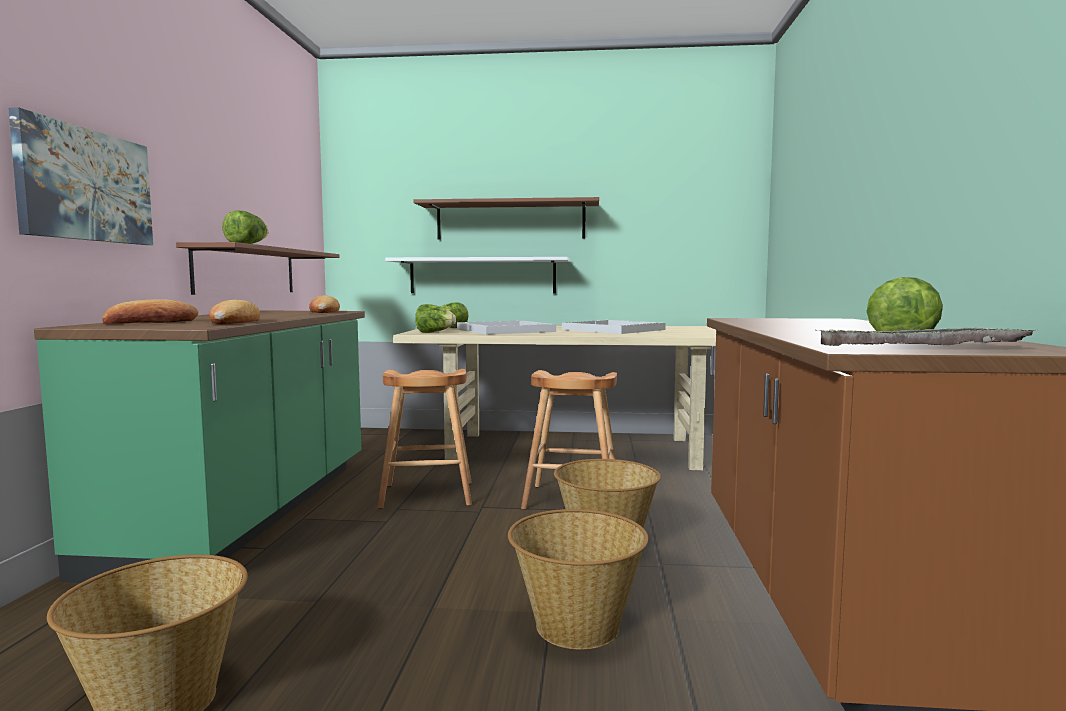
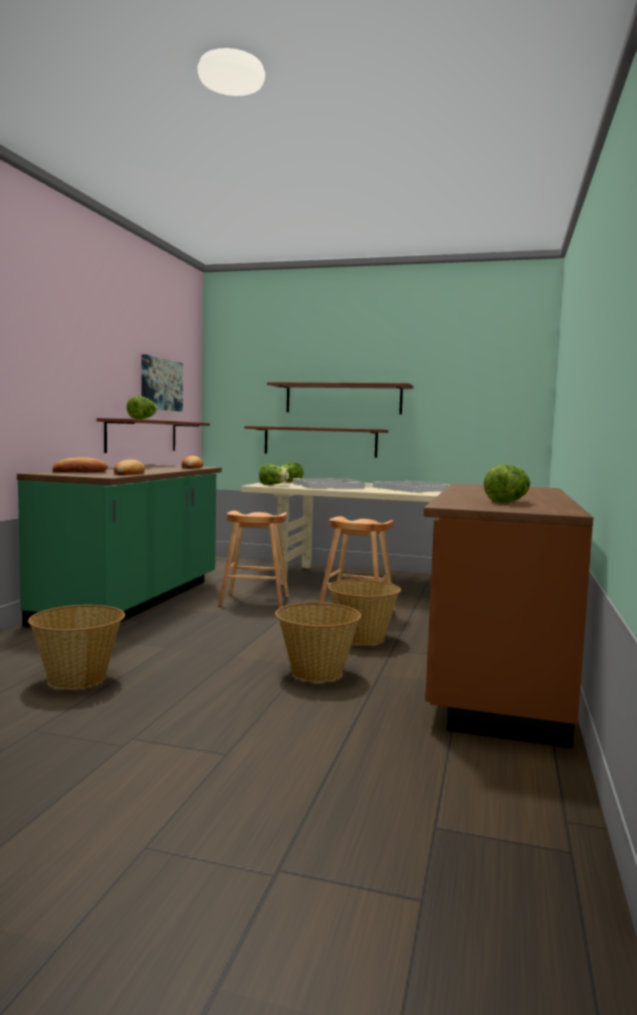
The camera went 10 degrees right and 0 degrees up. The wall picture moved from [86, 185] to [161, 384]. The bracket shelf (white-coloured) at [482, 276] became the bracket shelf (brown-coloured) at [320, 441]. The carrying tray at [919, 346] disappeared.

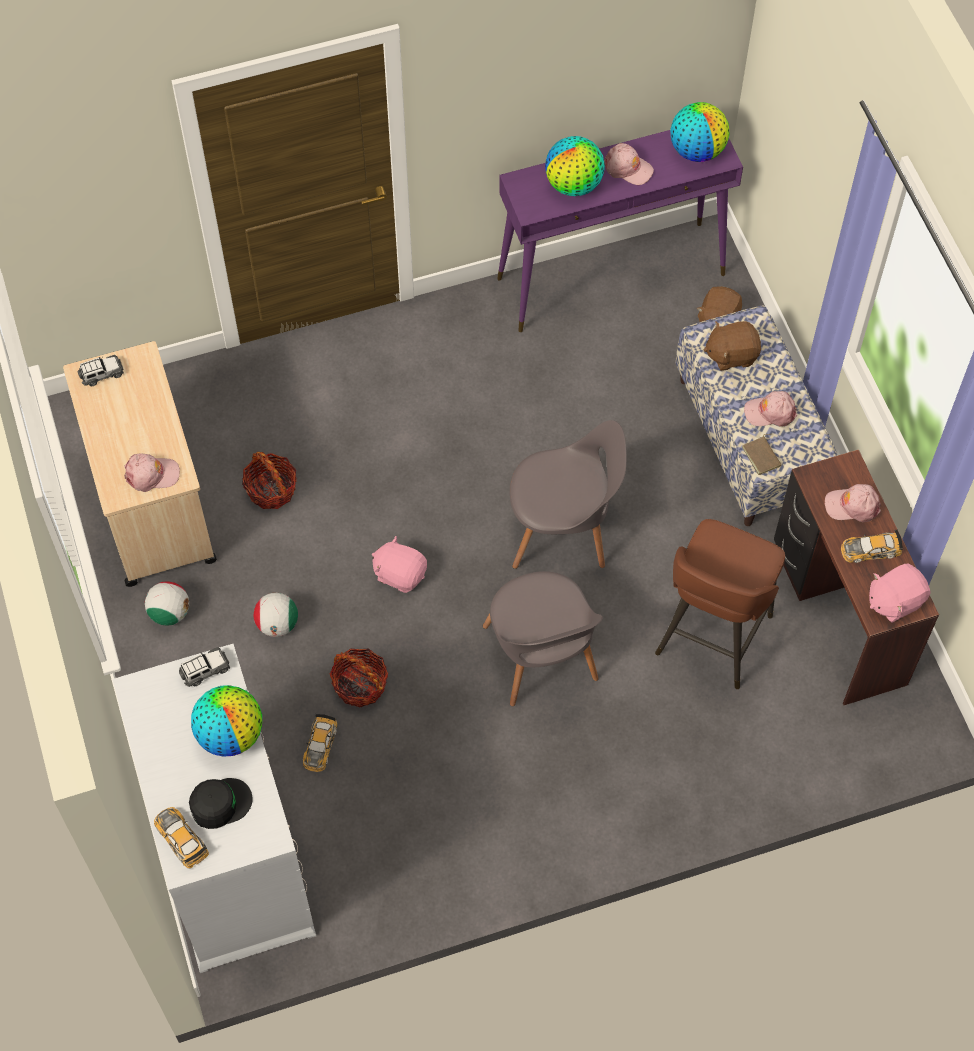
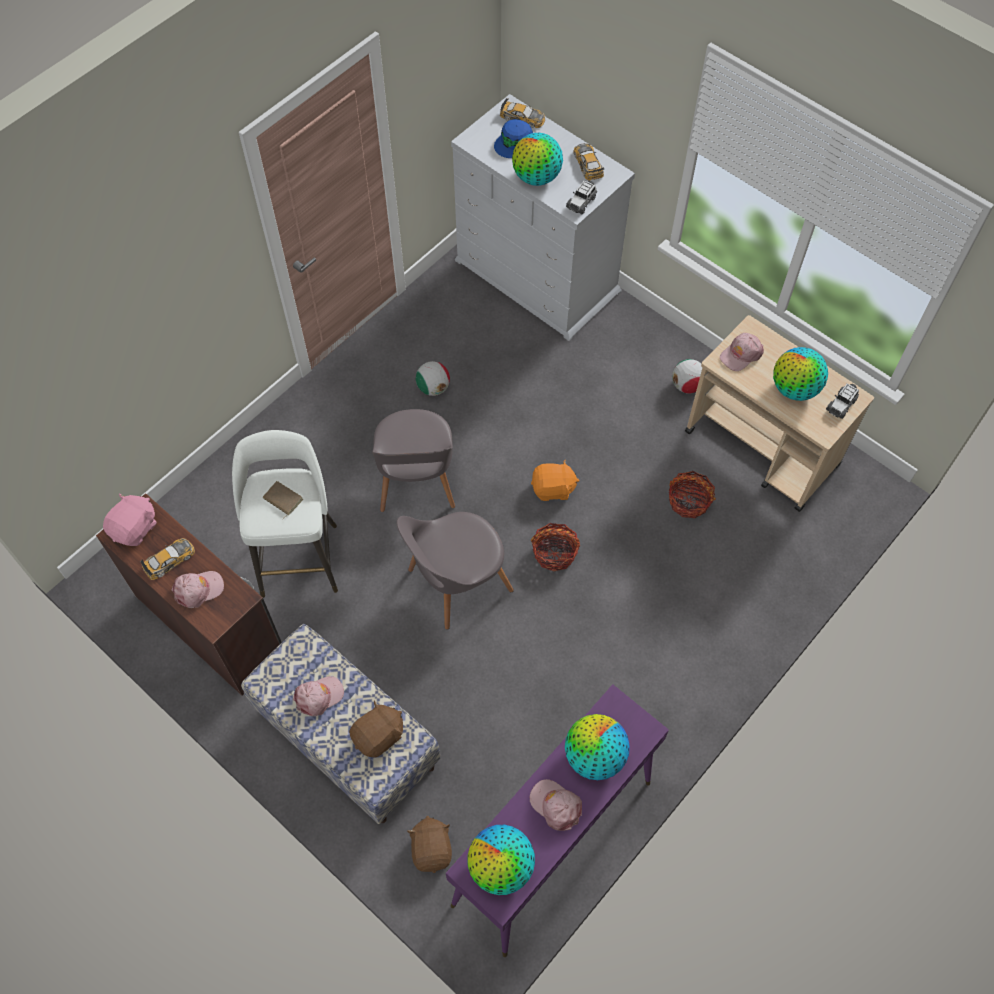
The camera went 150 degrees right and 0 degrees up. The stool (brown-coloured) at [712, 638] became the stool (white-coloured) at [299, 557]. The bound book (brown-coloured) moved from [762, 456] to [282, 500]. The plain chair (grey) at [541, 658] turned 135 degrees counterclockwise. The ball for football moved from [277, 624] to [433, 388]. The cap (blackish) at [220, 803] became the cap (blue) at [514, 142]. The cap (pinkish) at [627, 168] turned 45 degrees clockwise. The soft toy (pinkish) at [400, 573] became the soft toy (orange) at [553, 489]. The household basket moved from [360, 684] to [554, 553]. The model car moved from [320, 745] to [588, 164]. The desk globe at [794, 389] appeared.

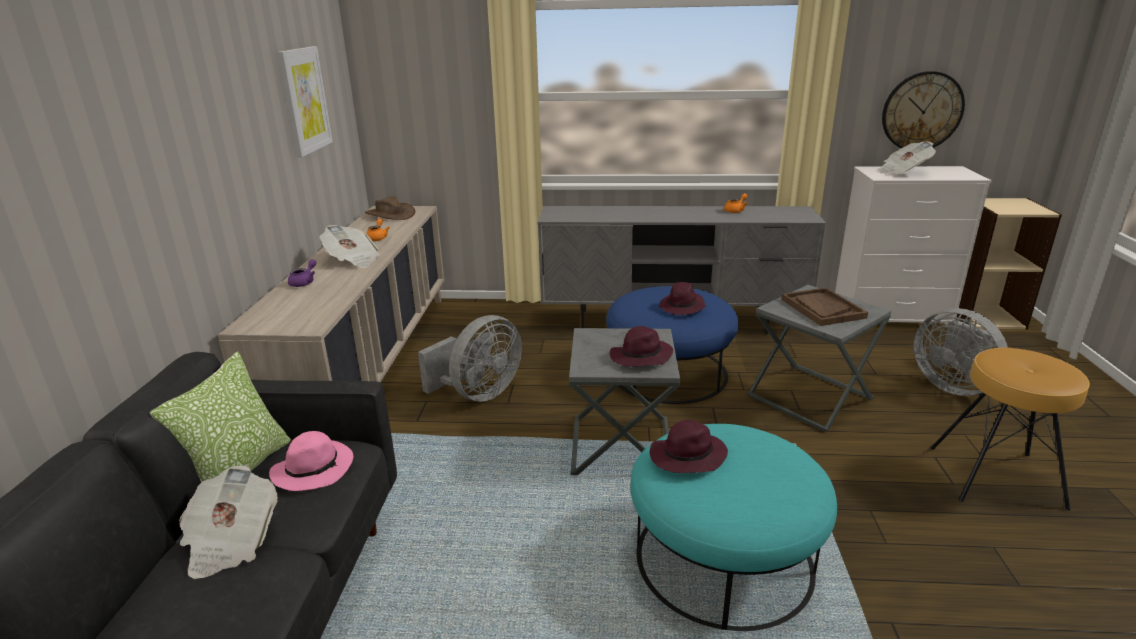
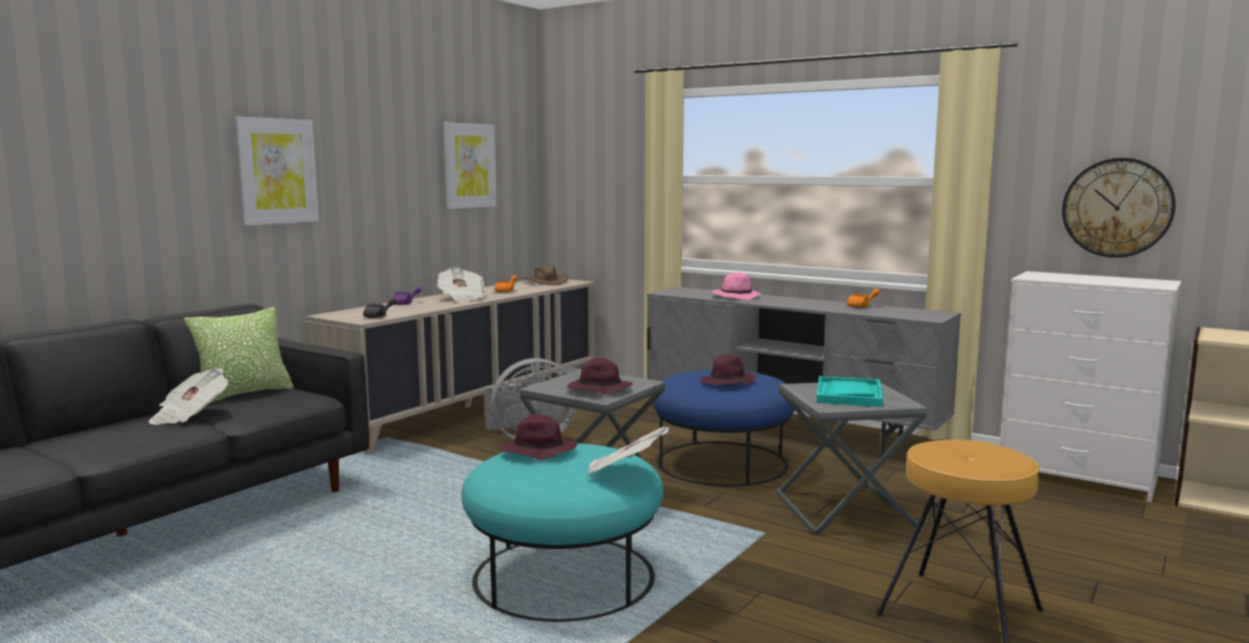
The camera went 30 degrees right and 15 degrees down. The wall picture at [276, 171] appeared. The pot for tea (grey) at [379, 316] appeared. The daily paper moved from [902, 172] to [625, 472]. The wearable hat (pinkish) moved from [314, 469] to [737, 296]. The carrying tray (brown-coloured) at [822, 308] became the carrying tray (turquoise-coloured) at [848, 394]. The fan (grey) at [952, 385] disappeared.

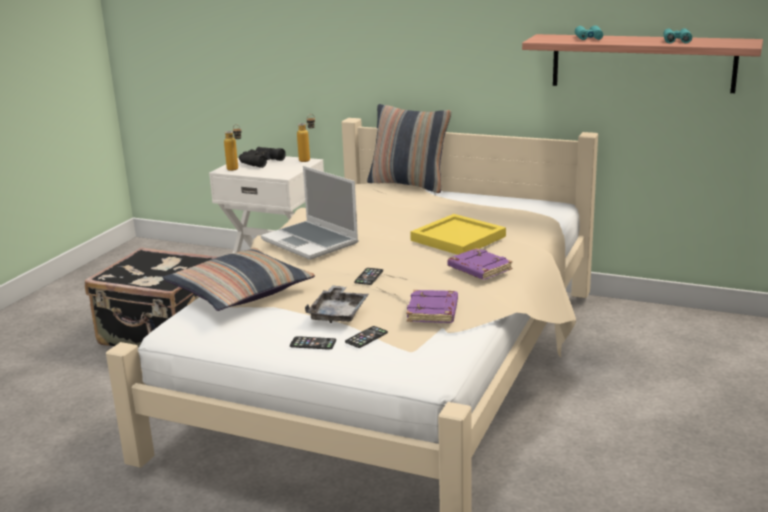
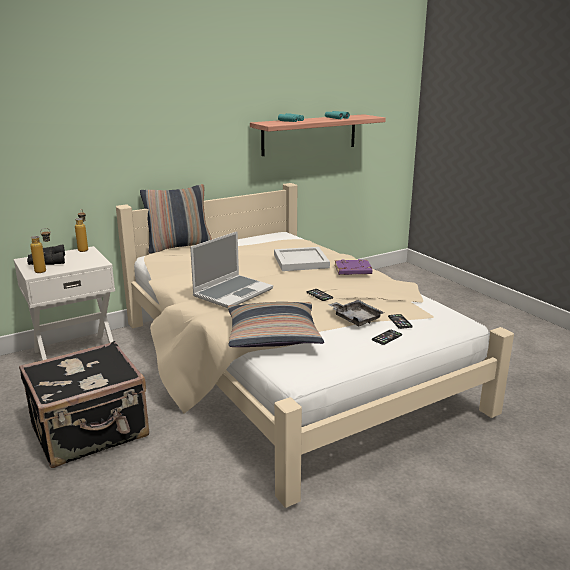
The camera went 55 degrees left and 0 degrees up. The notebook computer at [311, 242] turned 45 degrees counterclockwise. The carrying tray (yellow-coloured) at [458, 239] became the carrying tray (white-coloured) at [302, 261]. The bound book (purple-coloured) at [433, 312] disappeared.

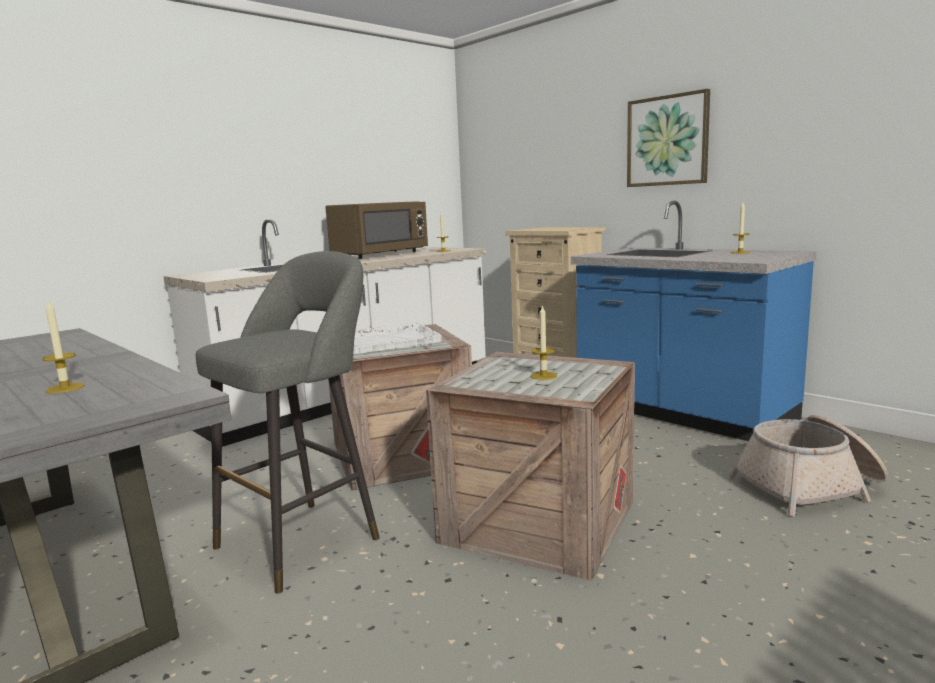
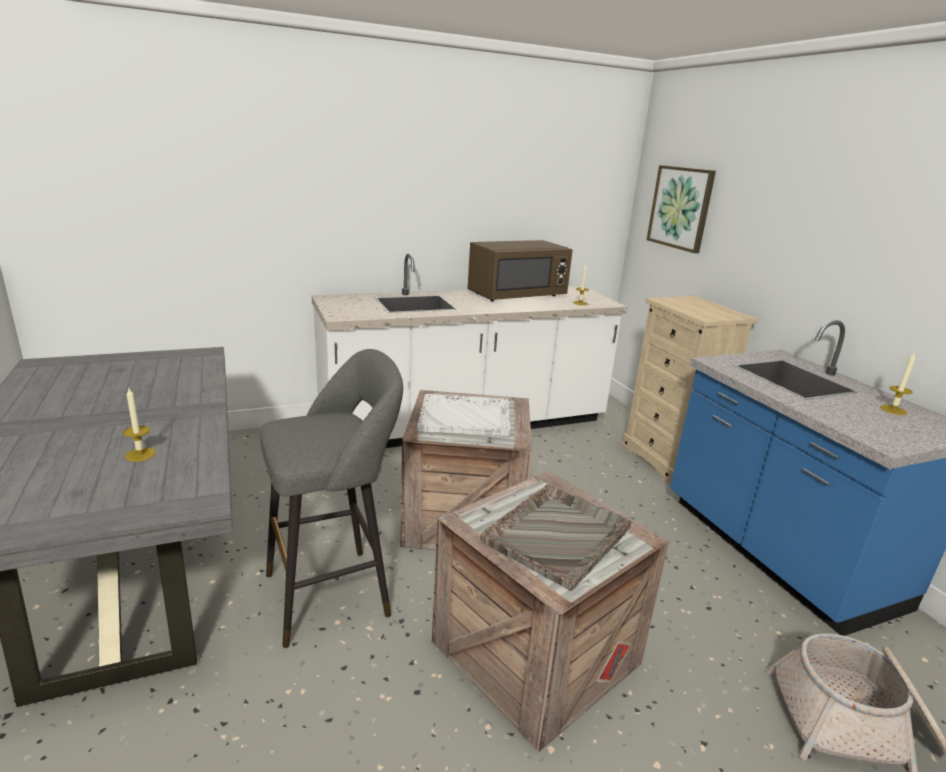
The camera went 20 degrees right and 10 degrees up. The wax light at [543, 376] was replaced by the carrying tray (grey) at [558, 534]. The wall picture moved from [667, 141] to [681, 208].

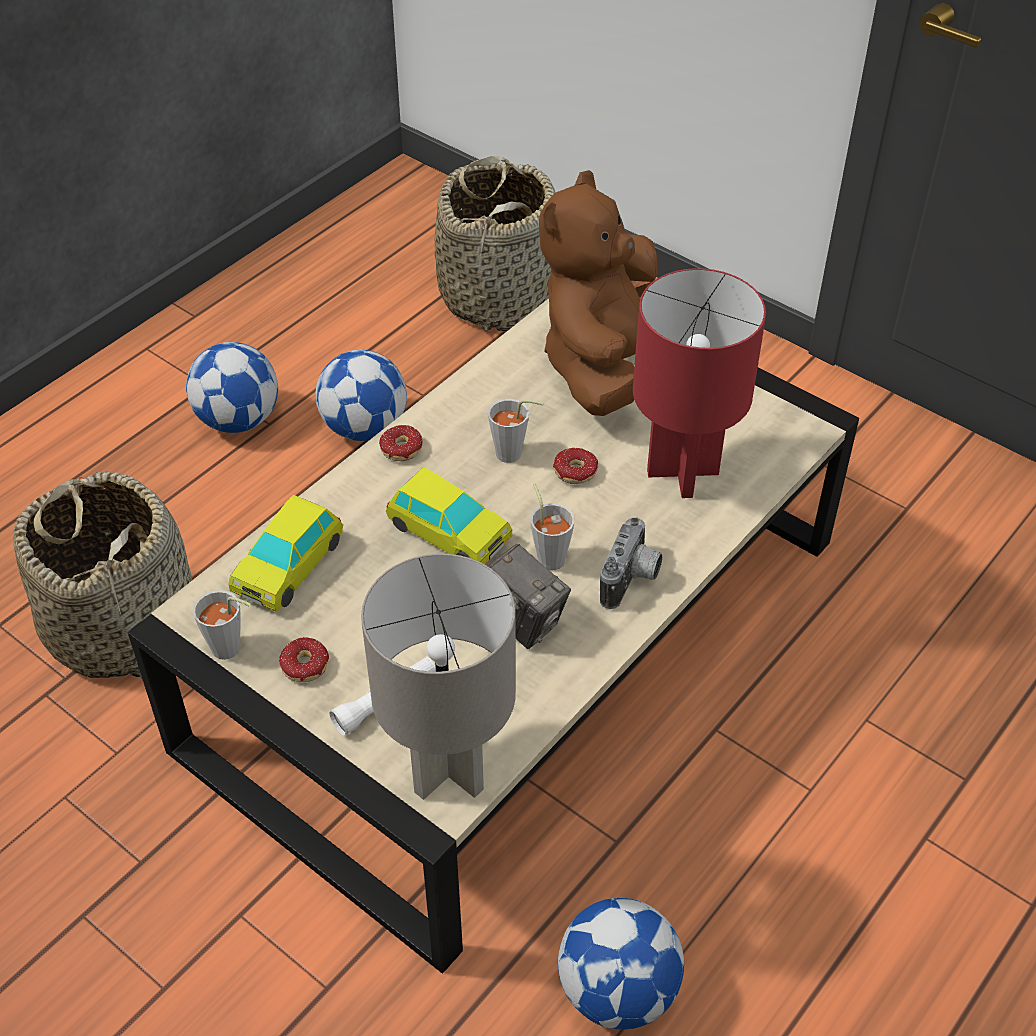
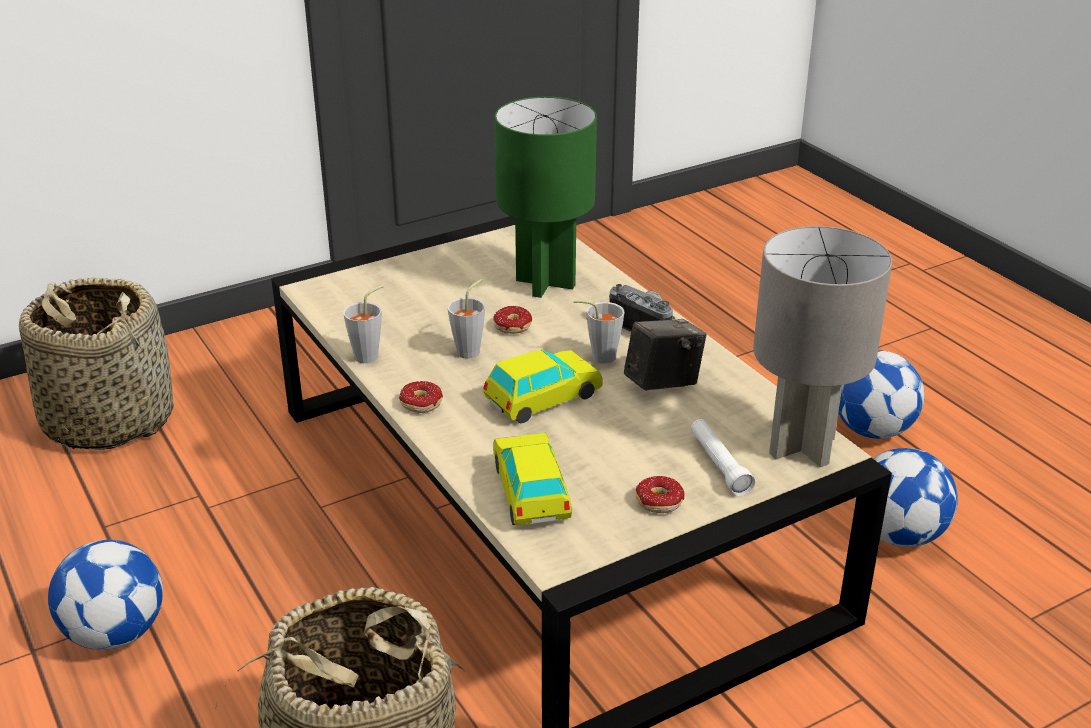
The camera went 70 degrees left and 15 degrees down. The small cup (grey) moved from [231, 650] to [371, 354]. The model car at [289, 566] turned 150 degrees counterclockwise. The lamp for a table (red-coloured) at [684, 473] became the lamp for a table (greenish) at [546, 282]. The ball for football moved from [365, 427] to [872, 430]. The soft toy (brown-coloured) at [605, 366] disappeared.

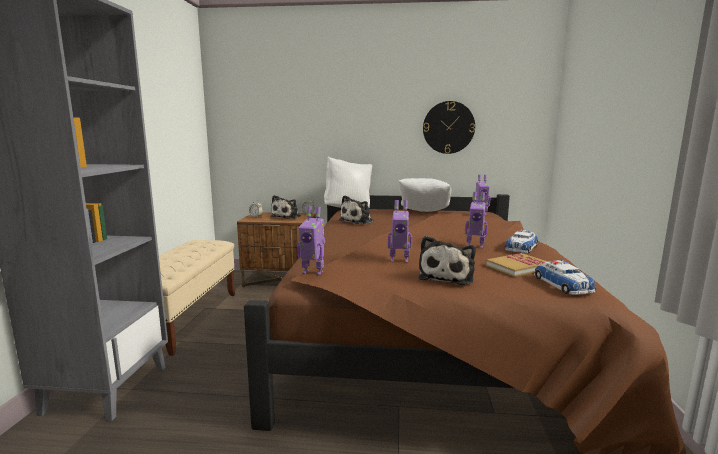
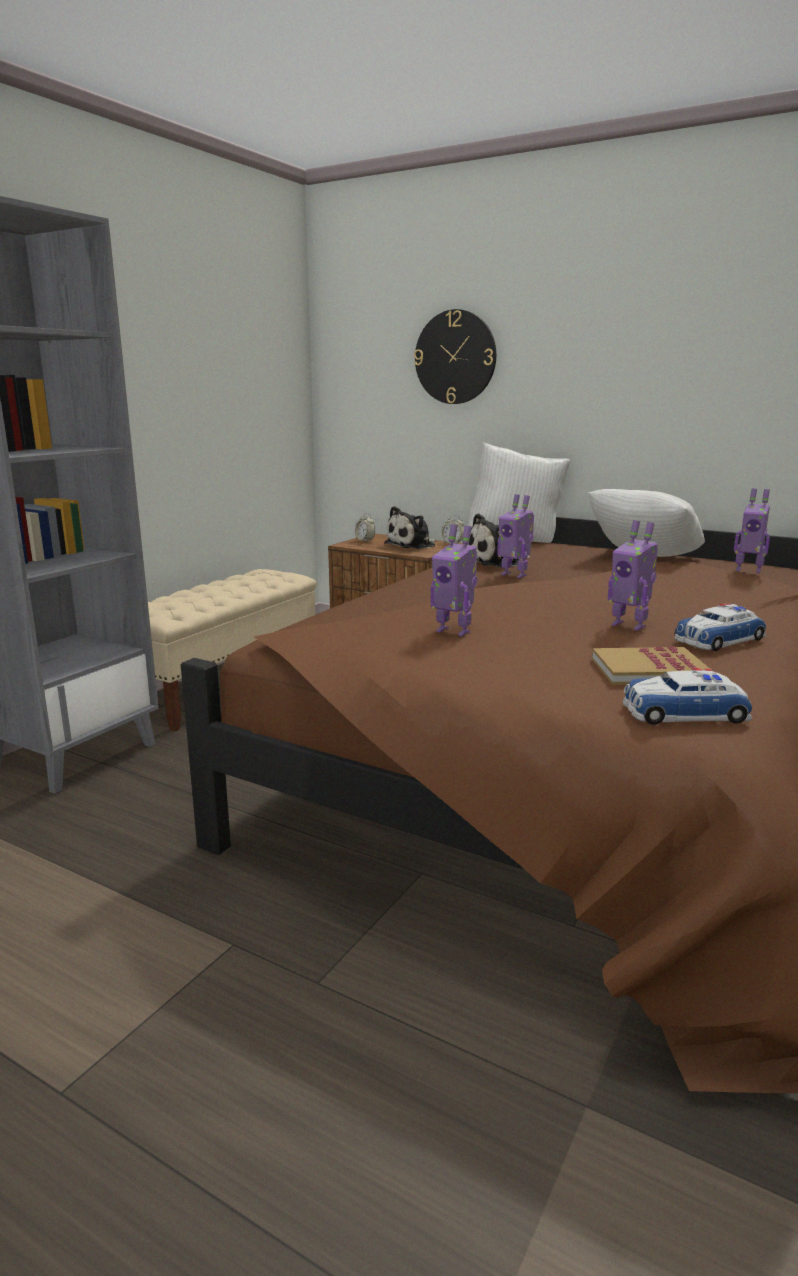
The camera went 25 degrees right and 5 degrees up. The hanging clock moved from [448, 127] to [455, 357]. The robot figure moved from [313, 272] to [514, 575]. The model car at [563, 284] turned 75 degrees clockwise. The soft toy at [447, 276] disappeared.

